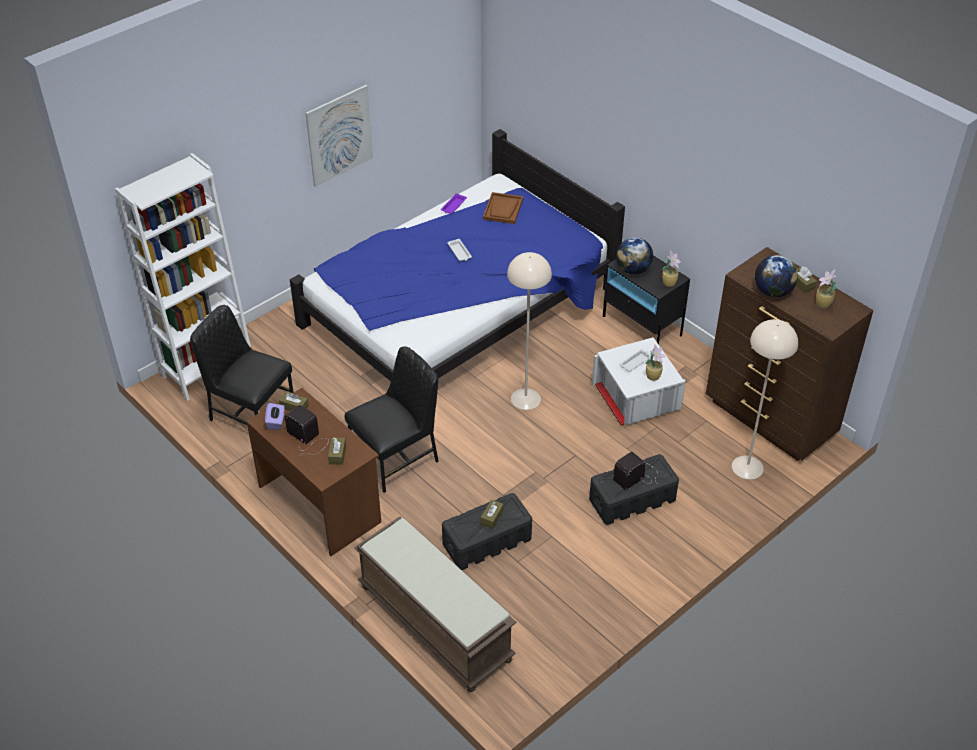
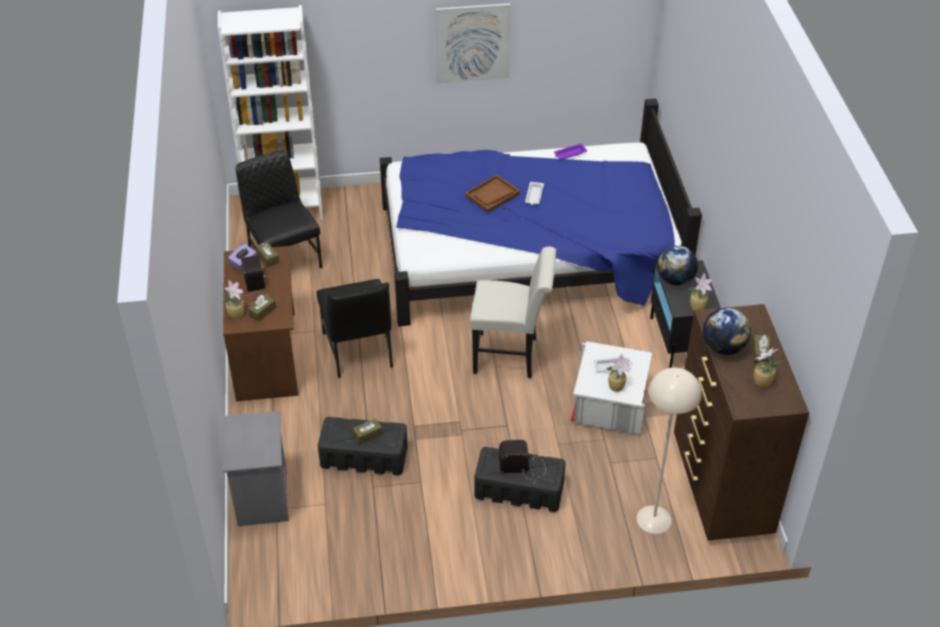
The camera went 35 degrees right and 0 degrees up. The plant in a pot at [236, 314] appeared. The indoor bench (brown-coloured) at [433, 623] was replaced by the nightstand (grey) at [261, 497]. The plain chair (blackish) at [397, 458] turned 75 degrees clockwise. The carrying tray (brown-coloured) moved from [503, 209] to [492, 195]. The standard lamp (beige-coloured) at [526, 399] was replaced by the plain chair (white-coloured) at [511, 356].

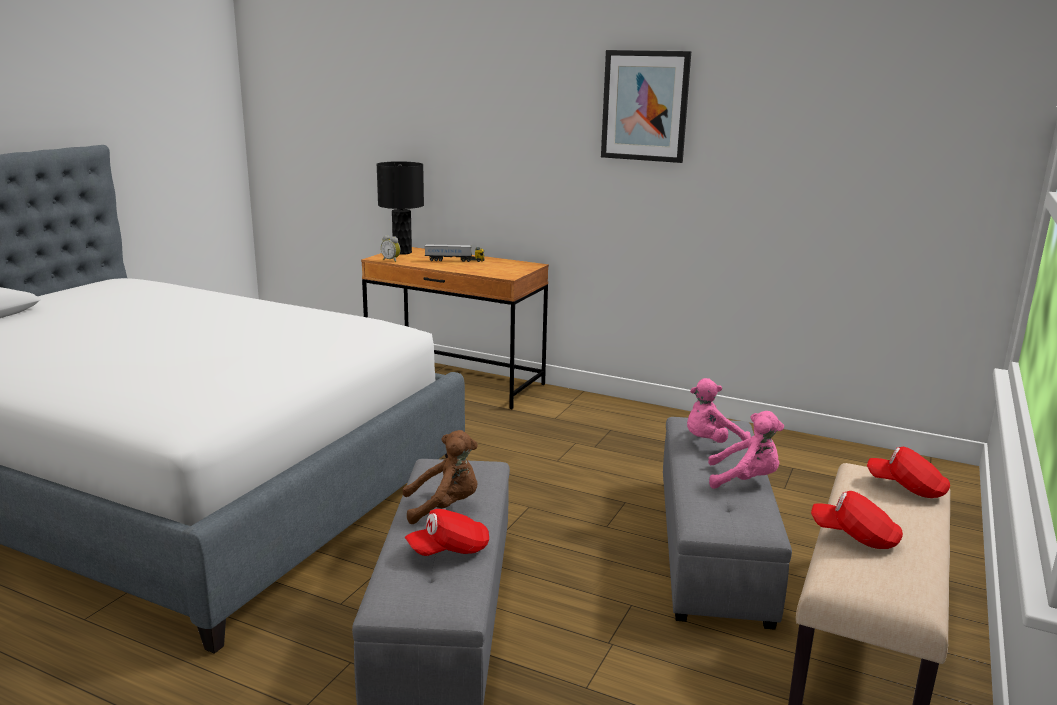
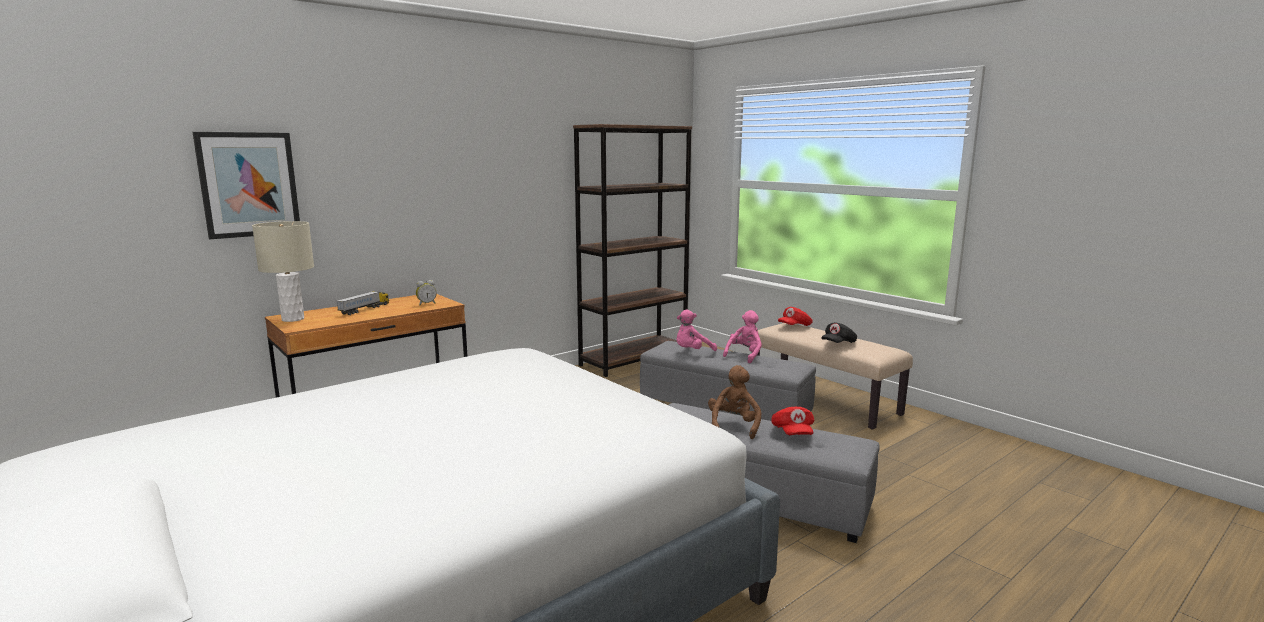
The camera went 65 degrees left and 5 degrees down. The wall picture moved from [645, 106] to [249, 184]. The lamp for a table (blackish) at [402, 252] became the lamp for a table (beige-coloured) at [293, 319]. The bedside clock moved from [391, 260] to [426, 304]. The shelving unit (brown-coloured) at [634, 360] appeared. The soft toy (pinkish) at [711, 442] turned 60 degrees clockwise. The cap (red-coloured) at [855, 537] became the cap (blackish) at [838, 344].

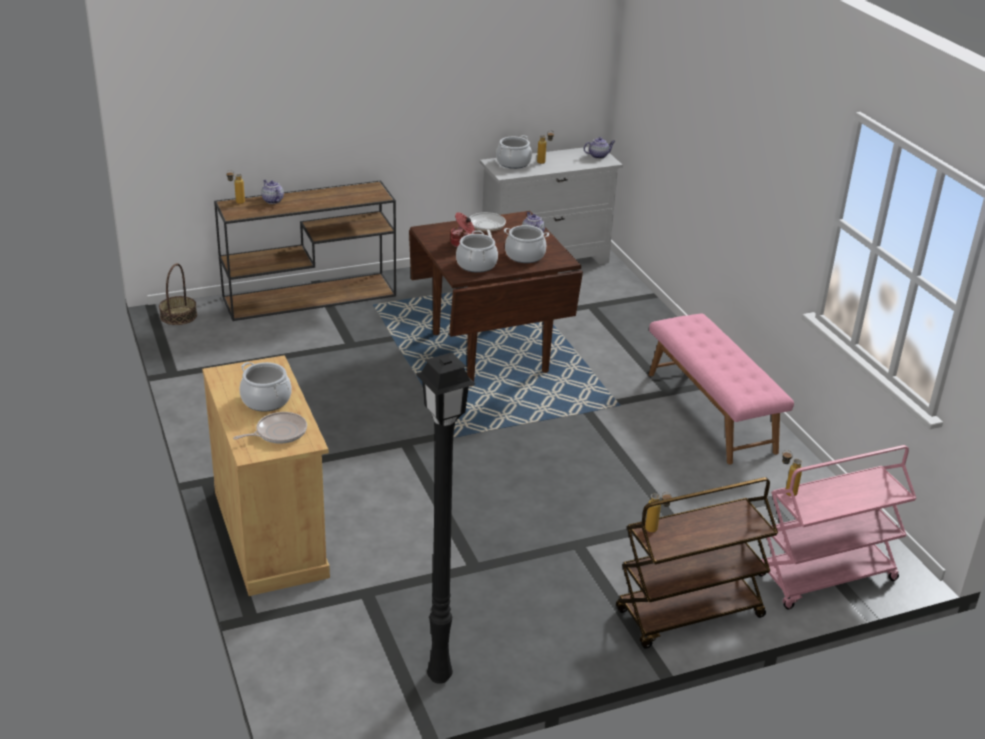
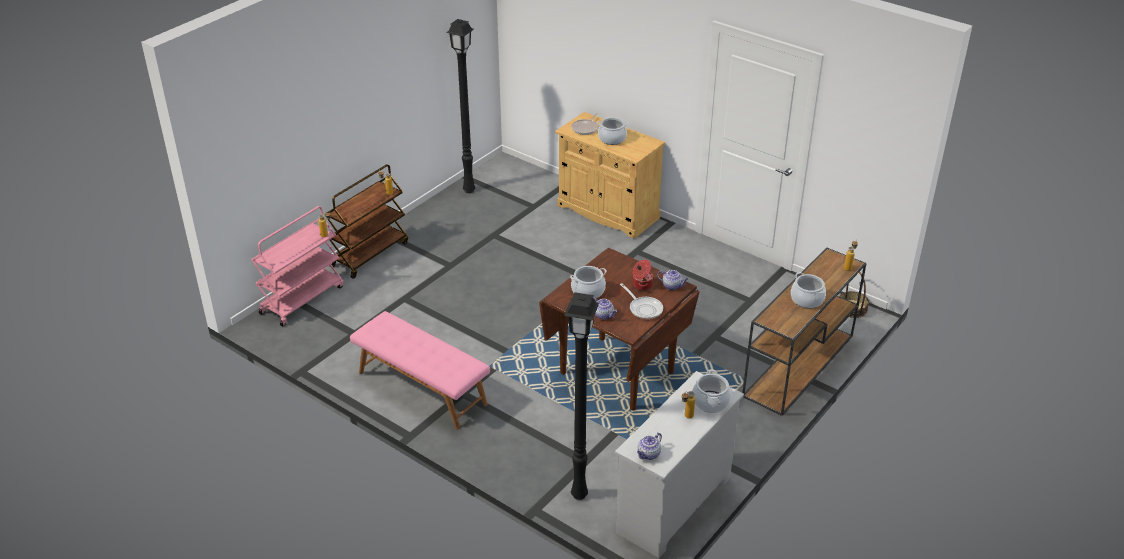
The camera went 150 degrees right and 5 degrees up. The standard lamp (blackish) at [578, 495] appeared. The pot for tea moved from [272, 200] to [672, 286]. The saucepot moved from [476, 265] to [807, 300].

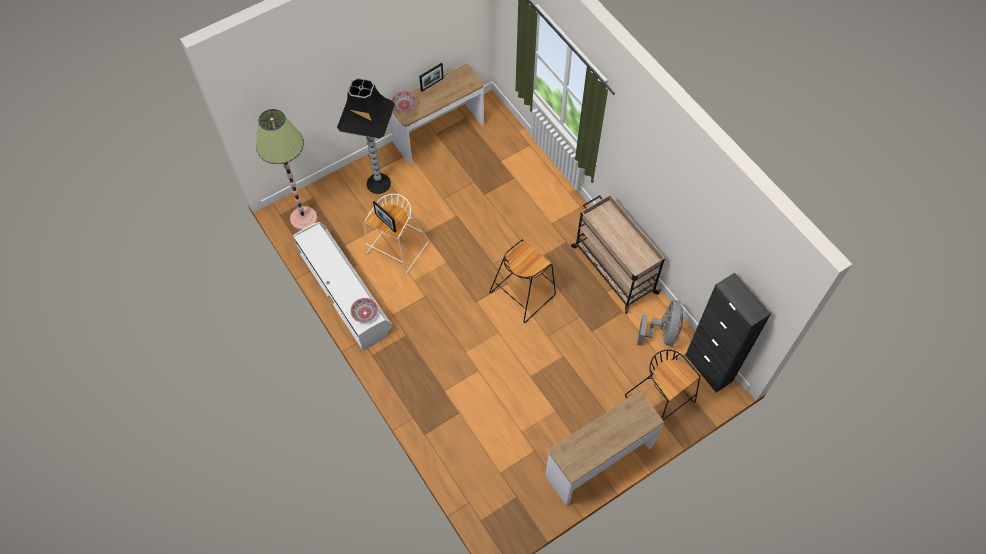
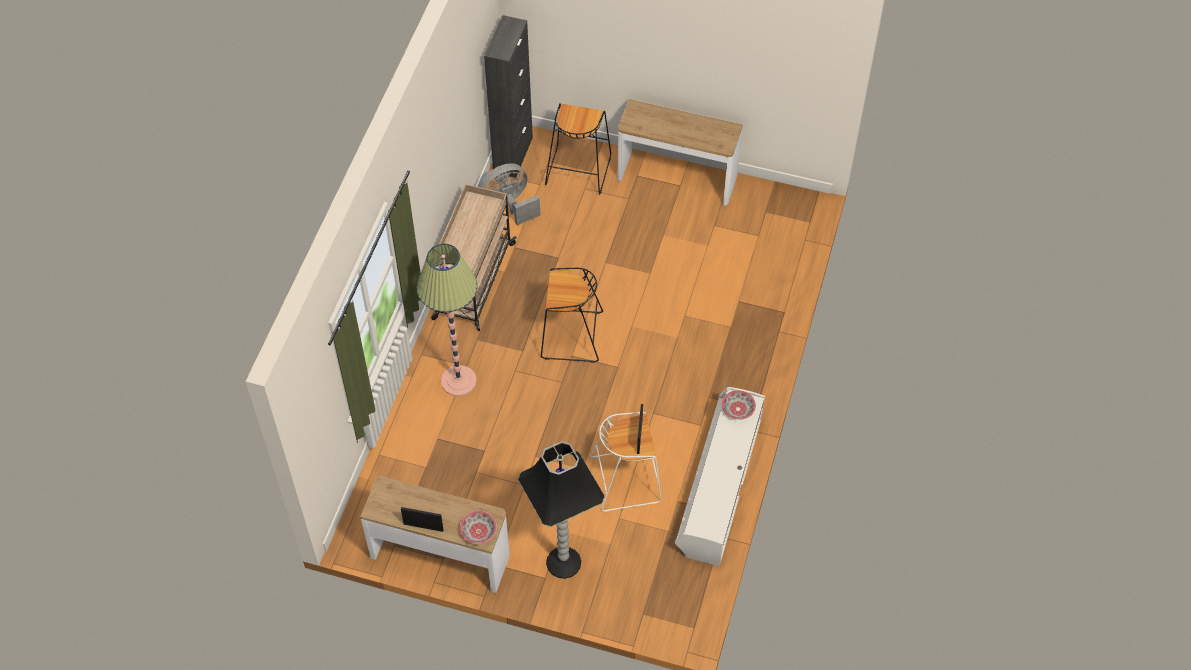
The camera went 130 degrees left and 5 degrees down. The standard lamp moved from [303, 218] to [458, 381].

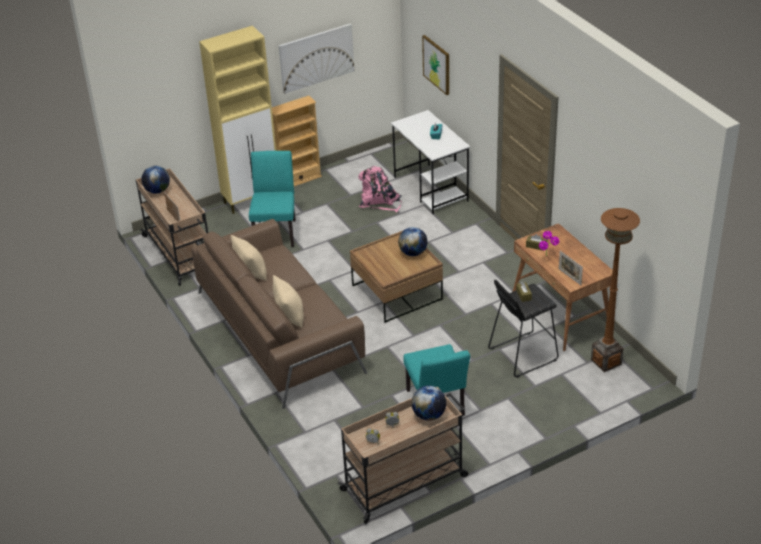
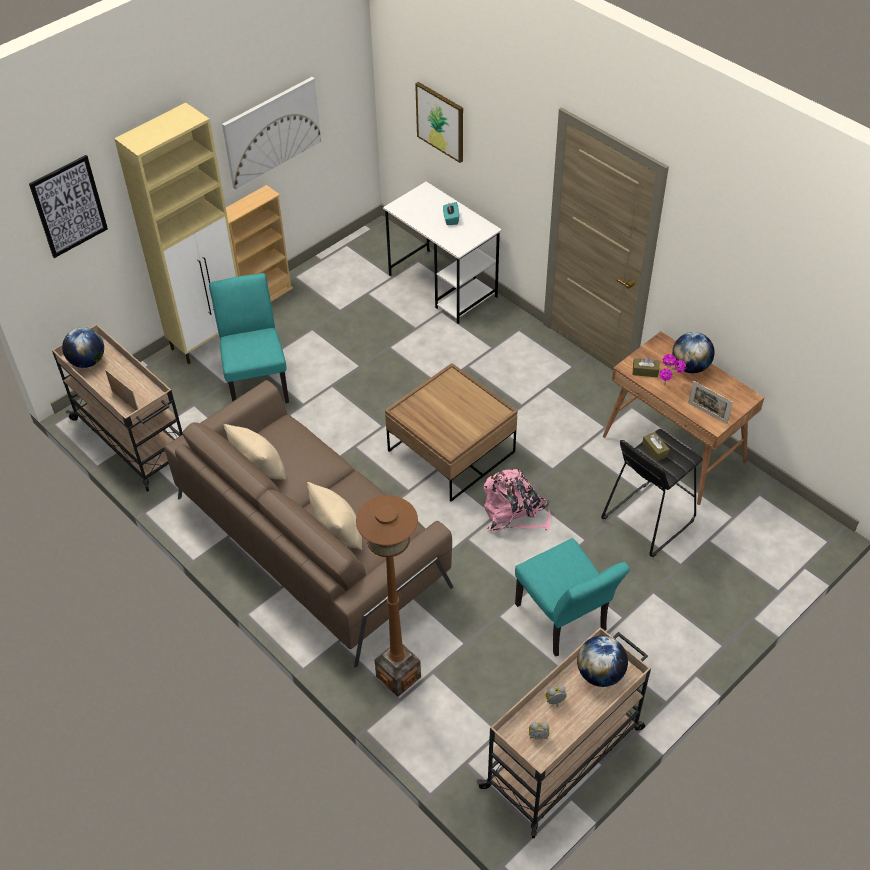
The camera went 15 degrees left and 10 degrees up. The wall picture at [69, 206] appeared. The standard lamp (brown-coloured) moved from [606, 362] to [398, 676]. The rucksack (pinkish) moved from [379, 201] to [514, 512]. The desk globe moved from [413, 253] to [690, 367].

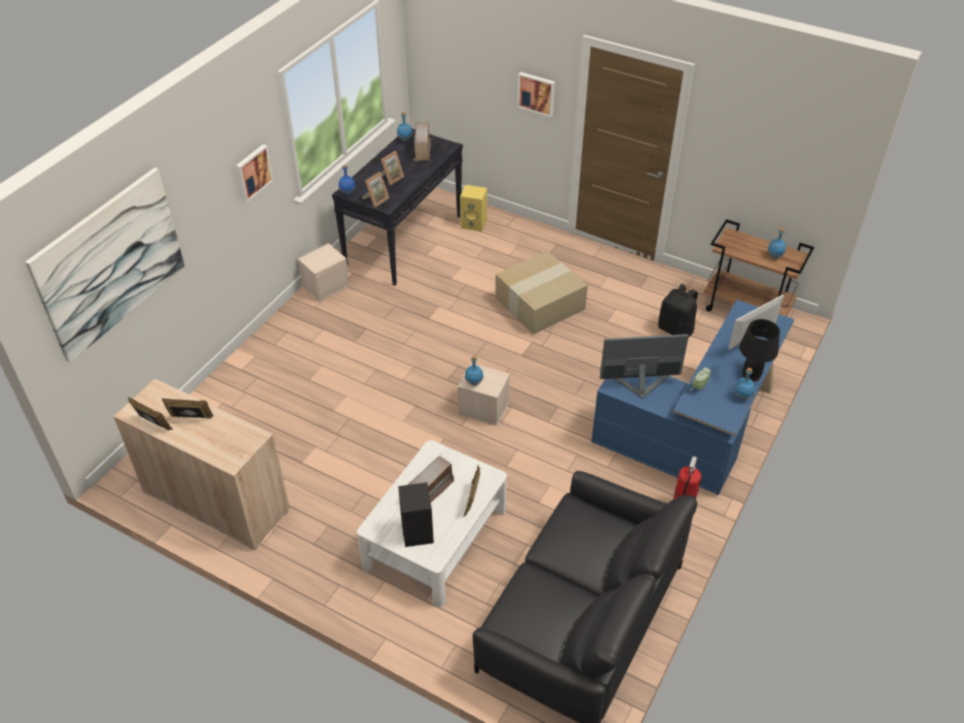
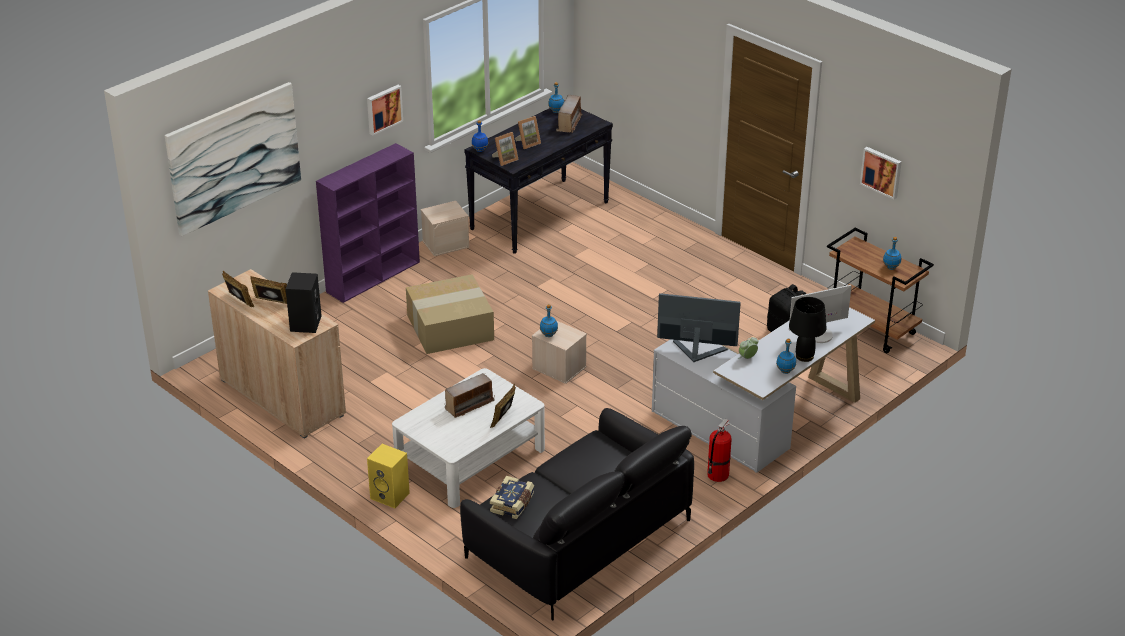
The camera went 15 degrees right and 10 degrees down. The speaker (blackish) moved from [416, 531] to [305, 323]. The shelving unit (purple-coloured) at [374, 276] appeared. The speaker (yellow-coloured) moved from [474, 224] to [391, 496]. The carton moved from [540, 302] to [451, 326]. The bound book at [513, 504] appeared. The desk (blue) at [695, 430] became the desk (white-coloured) at [762, 419]. The wall picture moved from [536, 93] to [882, 172].

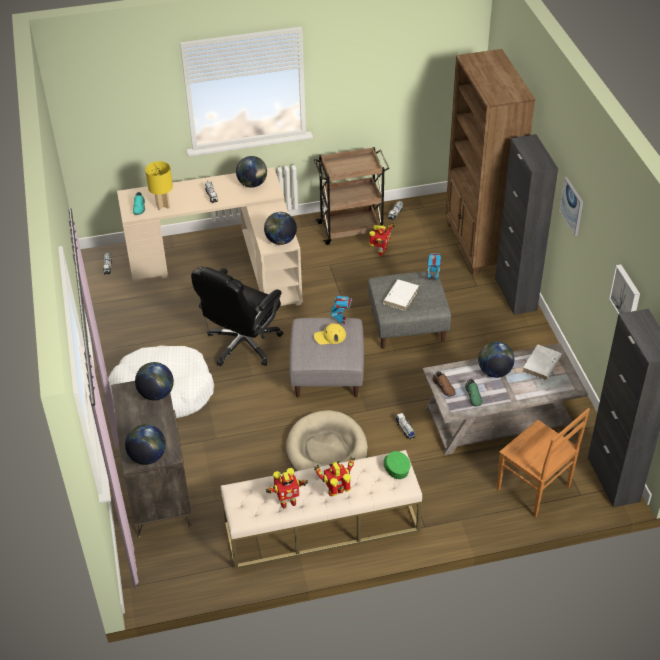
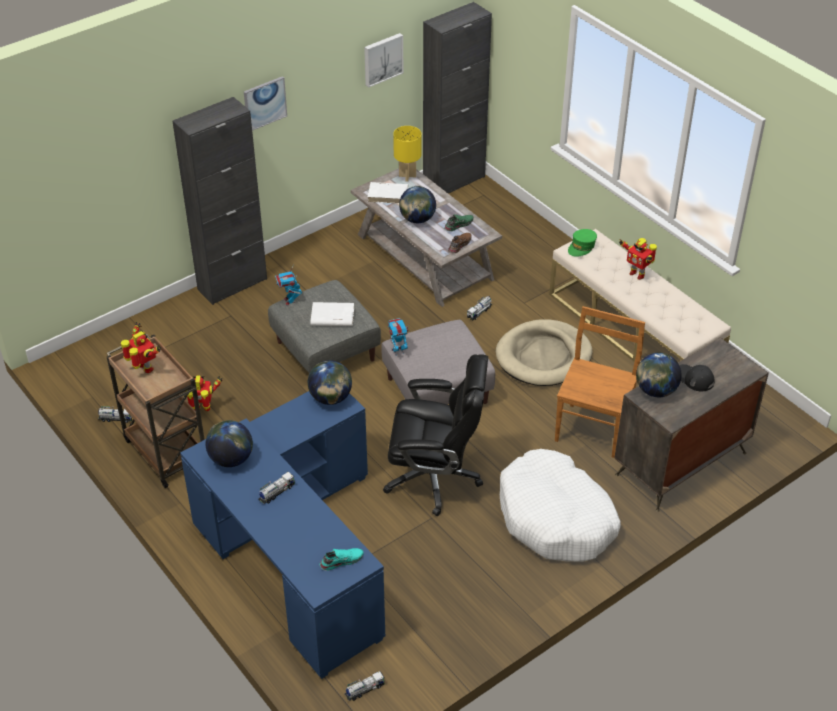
The camera went 115 degrees left and 0 degrees up. The robot figure moved from [287, 502] to [145, 369]. The desk (beige-coloured) at [225, 263] became the desk (blue) at [293, 554]. The lamp for a table (yellow-coloured) moved from [163, 205] to [407, 176]. The plain chair (brown-coloured) moved from [535, 489] to [593, 429]. The cap (blackish) at [694, 378] appeared. The desk globe at [148, 457] disappeared. The cap (yellow-coloured) at [330, 336] disappeared. The shelving unit (brown-coloured) at [478, 246] disappeared.

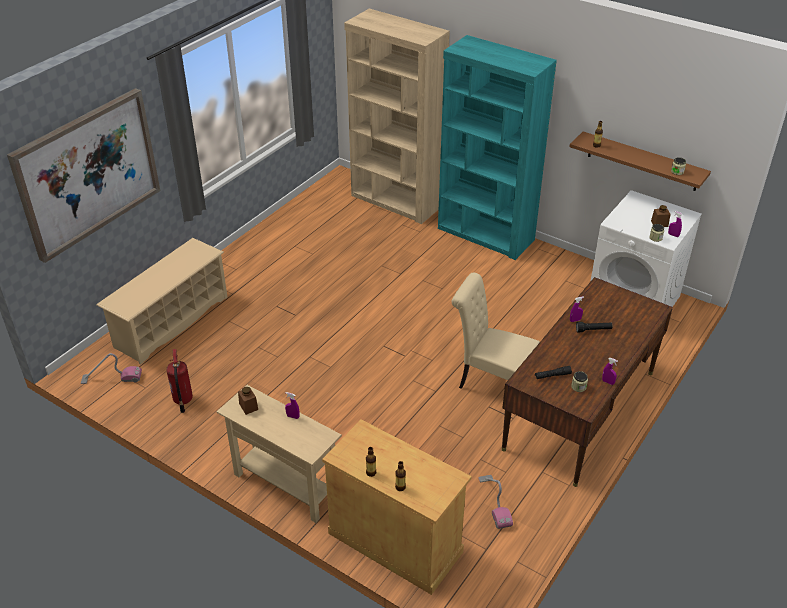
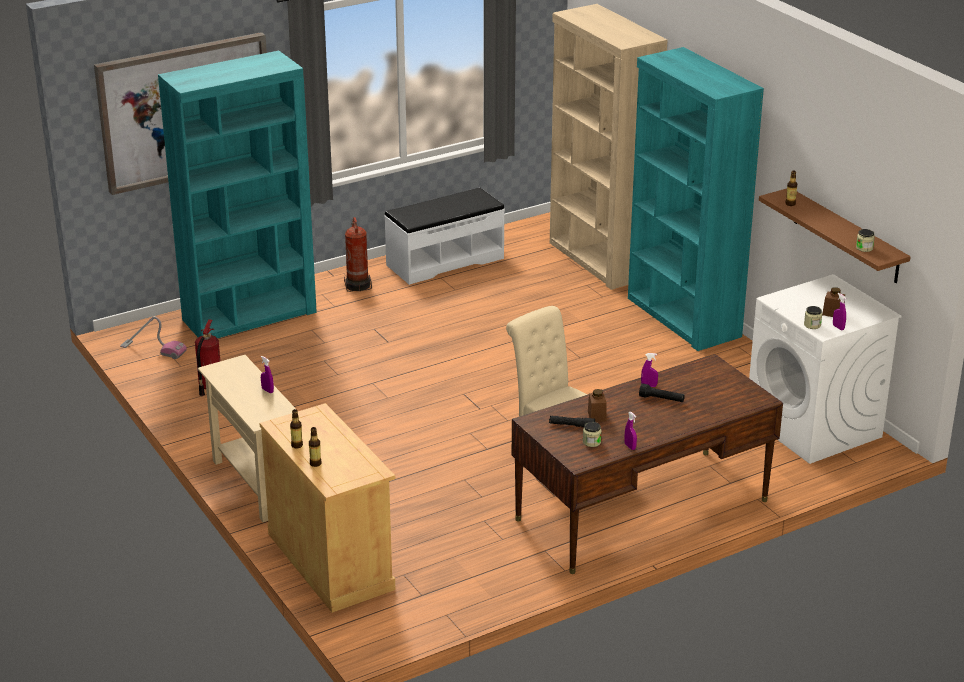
The camera went 25 degrees right and 10 degrees down. The shoe rack (beige-coloured) at [171, 322] was replaced by the shelving unit (turquoise-coloured) at [250, 316]. The extinguisher at [358, 285] appeared. The indoor bench (white-coloured) at [444, 261] appeared. The storage jar (brown-coloured) moved from [248, 406] to [597, 416]. The hoover at [494, 502] disappeared.

